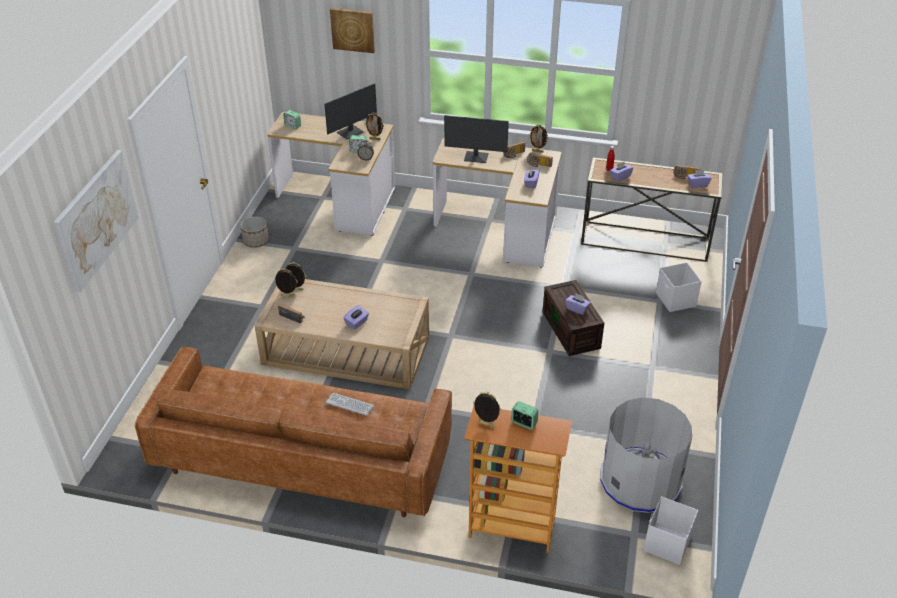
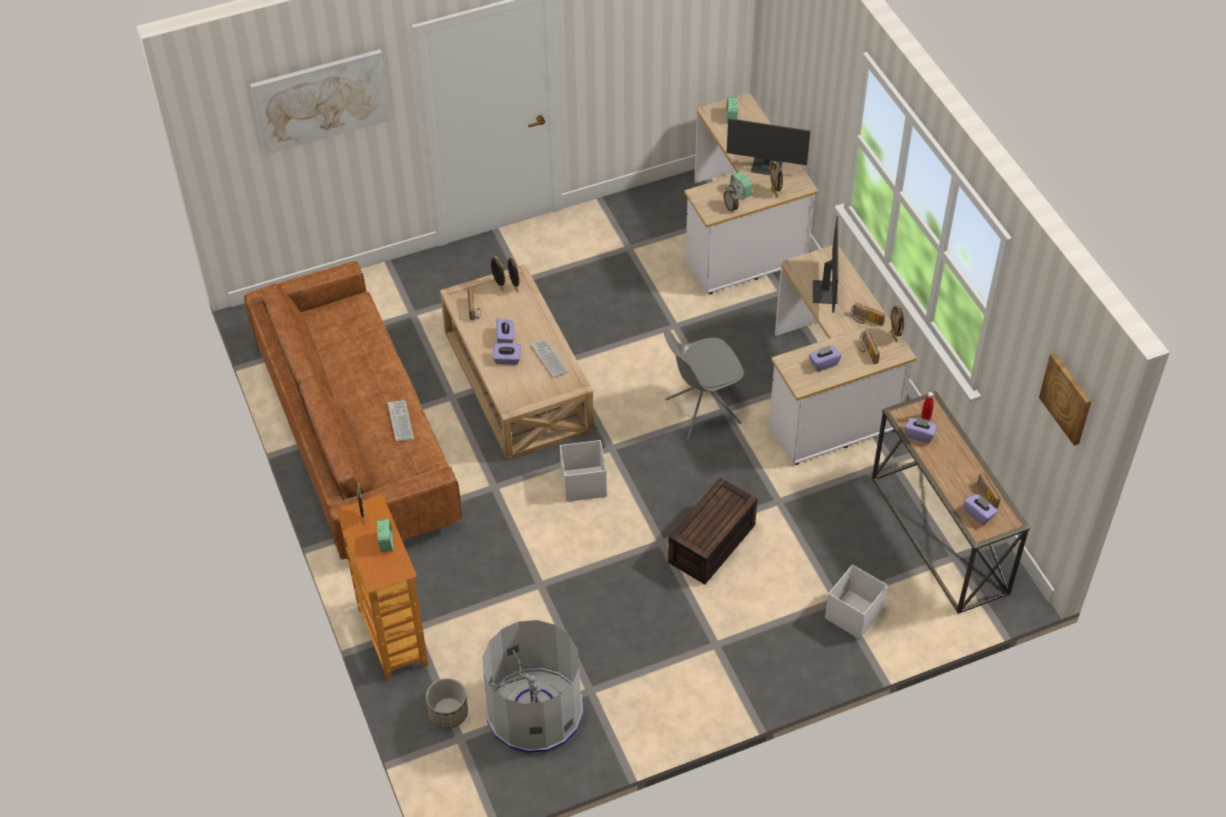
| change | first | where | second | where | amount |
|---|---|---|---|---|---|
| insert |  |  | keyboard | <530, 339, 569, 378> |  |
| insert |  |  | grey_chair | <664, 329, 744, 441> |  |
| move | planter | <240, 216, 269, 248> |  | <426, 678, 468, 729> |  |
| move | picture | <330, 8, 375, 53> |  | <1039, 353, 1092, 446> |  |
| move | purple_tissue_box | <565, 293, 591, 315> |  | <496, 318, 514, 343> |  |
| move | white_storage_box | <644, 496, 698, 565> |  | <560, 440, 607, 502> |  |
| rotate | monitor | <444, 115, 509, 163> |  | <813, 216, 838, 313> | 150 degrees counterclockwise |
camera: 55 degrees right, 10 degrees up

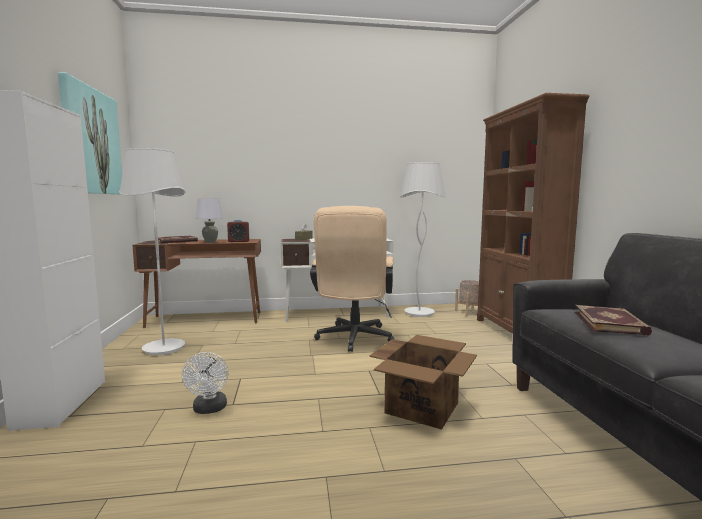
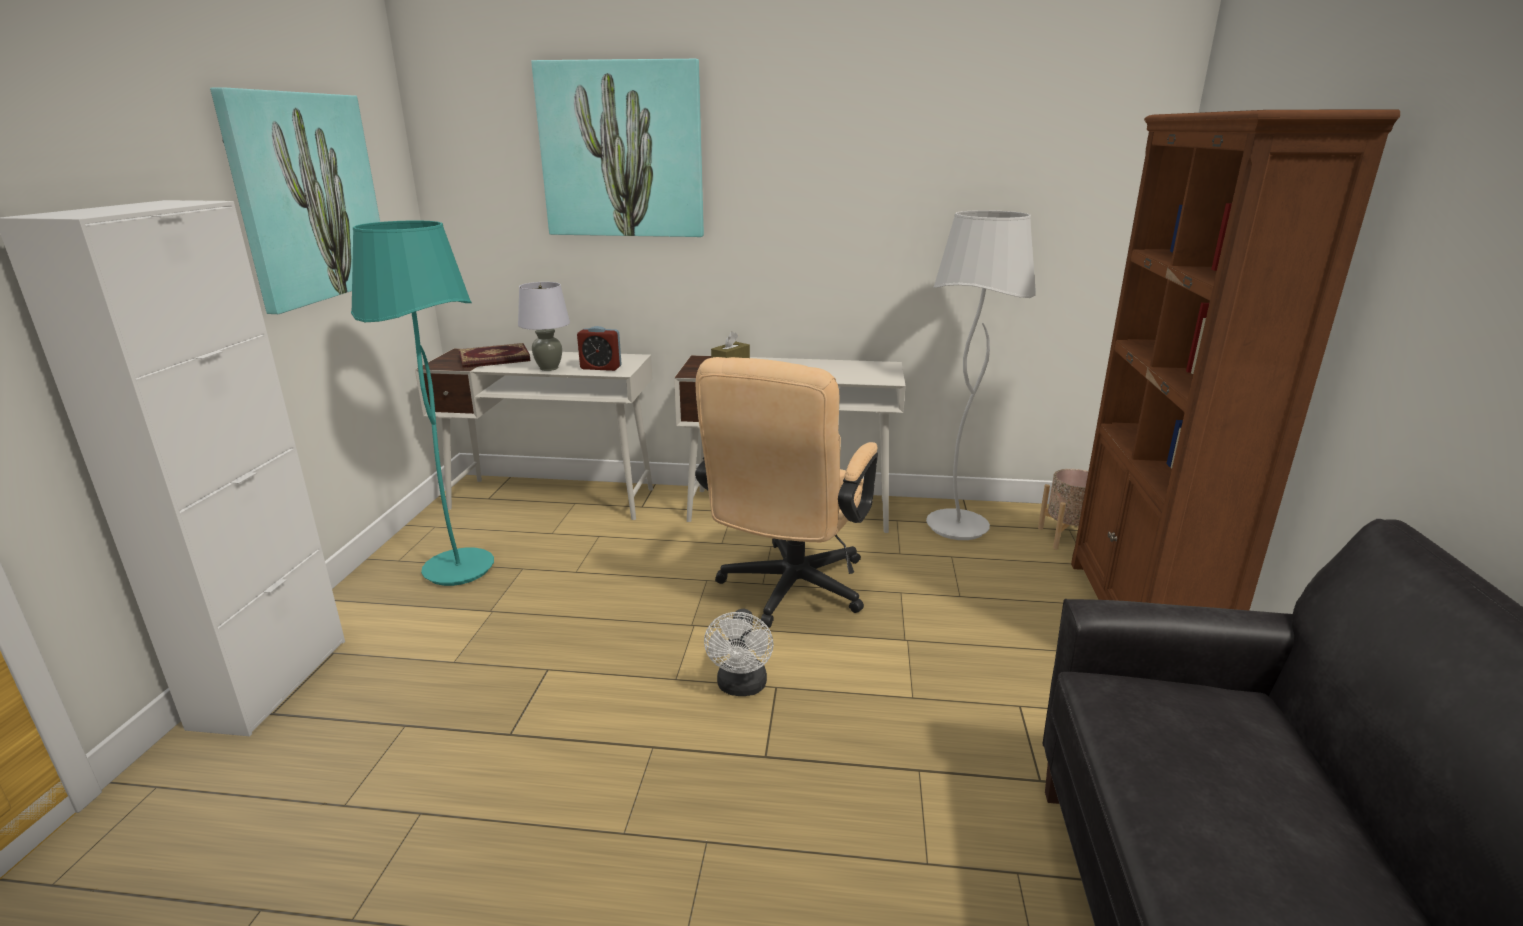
| change | first | where | second | where | amount |
|---|---|---|---|---|---|
| delete | cardboard_box | <370, 335, 477, 430> |  |  |  |
| delete | book | <575, 305, 652, 336> |  |  |  |
| insert |  |  | picture | <531, 59, 704, 237> |  |
| move | white_fan | <182, 352, 229, 414> |  | <704, 609, 774, 696> |  |
| recolor | white_floor_lamp | <119, 148, 185, 355> | turquoise_floor_lamp | <351, 221, 494, 586> |  |
| recolor | brown_desk | <132, 239, 261, 328> | white_desk | <415, 348, 653, 520> |  |
camera: 15 degrees right, 15 degrees up

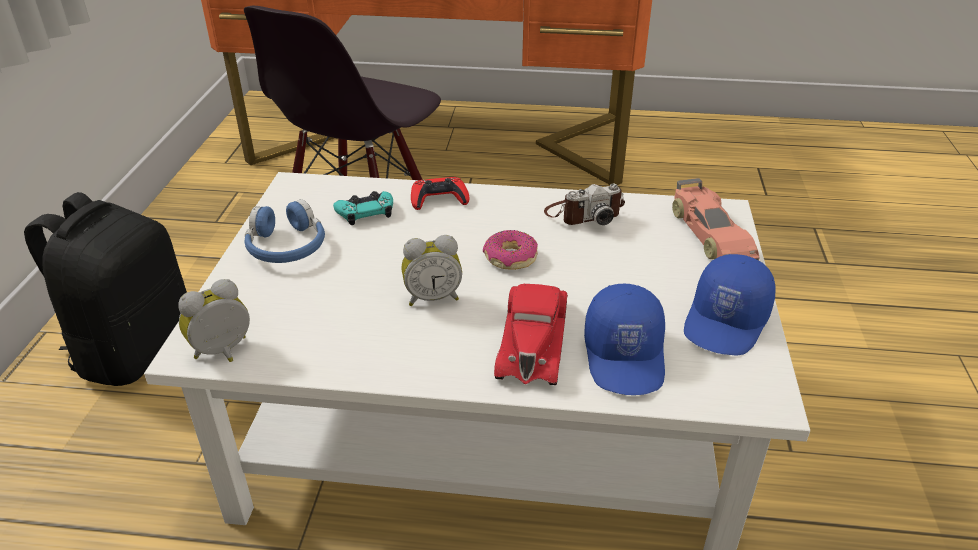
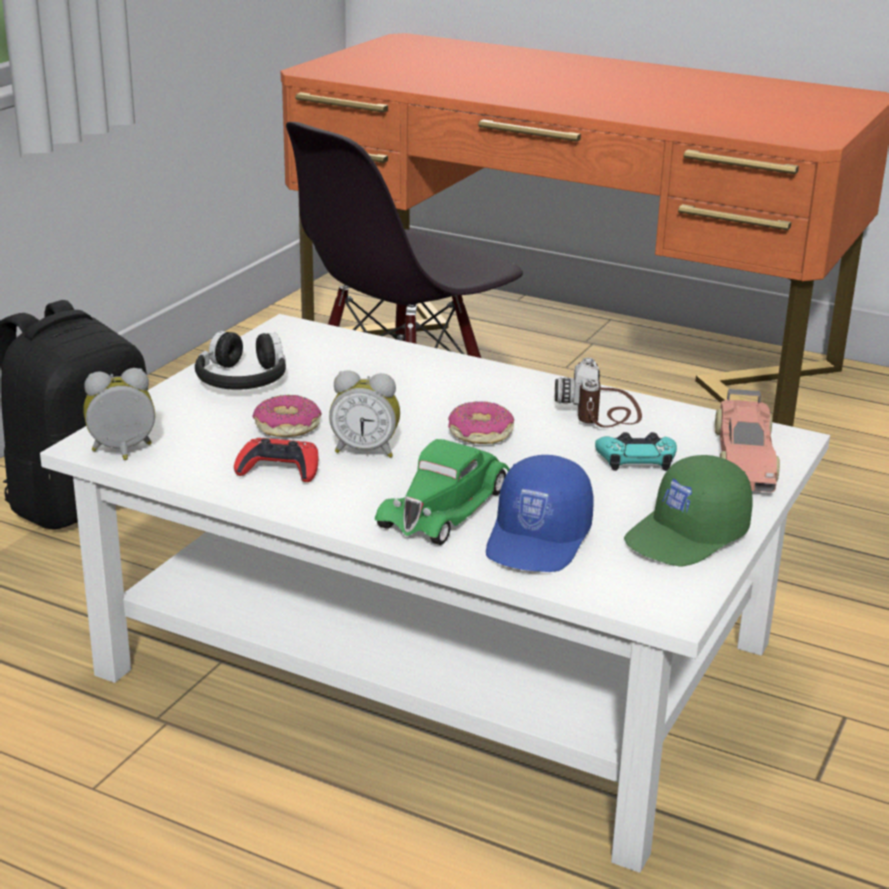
| change | first | where | second | where | amount |
|---|---|---|---|---|---|
| insert |  |  | donut | <253, 395, 322, 437> |  |
| move | turquoise_game_controller | <333, 191, 393, 225> |  | <595, 432, 677, 471> |  |
| move | red_game_controller | <411, 177, 470, 210> |  | <234, 438, 318, 482> |  |
| recolor | blue_headphones | <245, 199, 325, 263> | black_headphones | <195, 331, 286, 390> |  |
| recolor | red_toy_car | <494, 284, 568, 385> | green_toy_car | <375, 439, 510, 545> |  |
| recolor | blue_cap | <684, 254, 775, 356> | green_cap | <624, 455, 753, 566> |  |
| rotate | photo_camera | <544, 184, 625, 225> |  | <555, 358, 642, 428> | 90 degrees clockwise |
camera: 20 degrees right, 10 degrees down

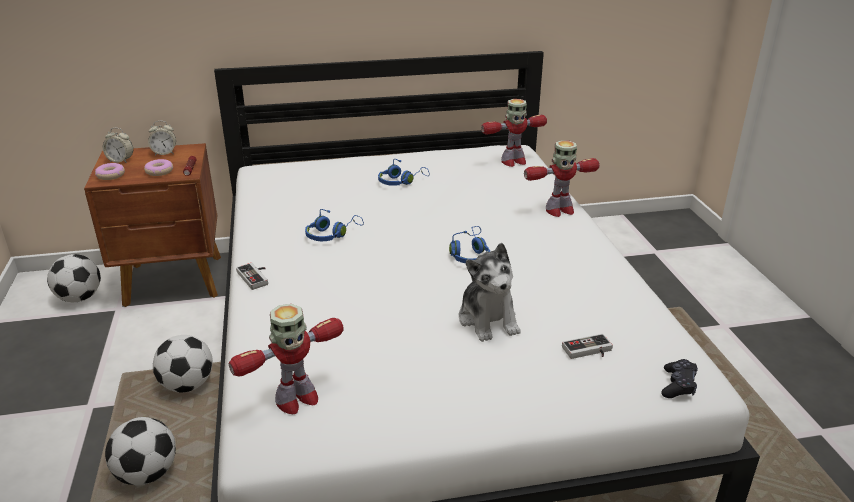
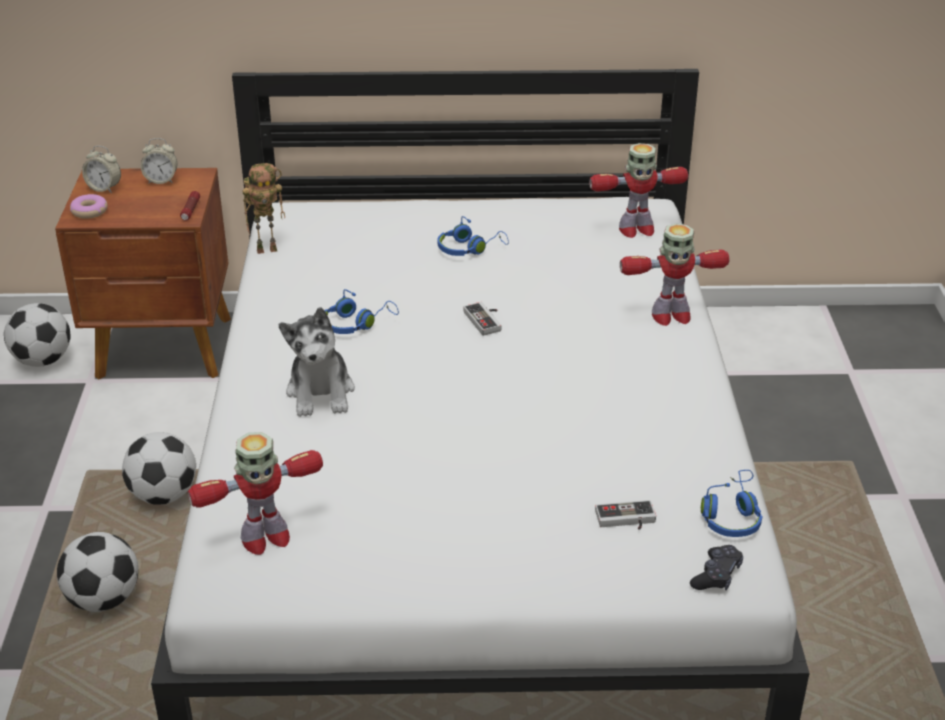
| change | first | where | second | where | amount |
|---|---|---|---|---|---|
| delete | donut | <144, 159, 173, 176> |  |  |  |
| insert |  |  | toy_robot | <243, 163, 285, 254> |  |
| move | game_controller | <236, 263, 268, 290> |  | <463, 302, 501, 336> |  |
| move | blue_headphones | <449, 226, 490, 263> |  | <701, 470, 763, 537> |  |
| move | plush_toy | <459, 243, 520, 342> |  | <279, 307, 355, 417> |  |
camera: 10 degrees right, 5 degrees up

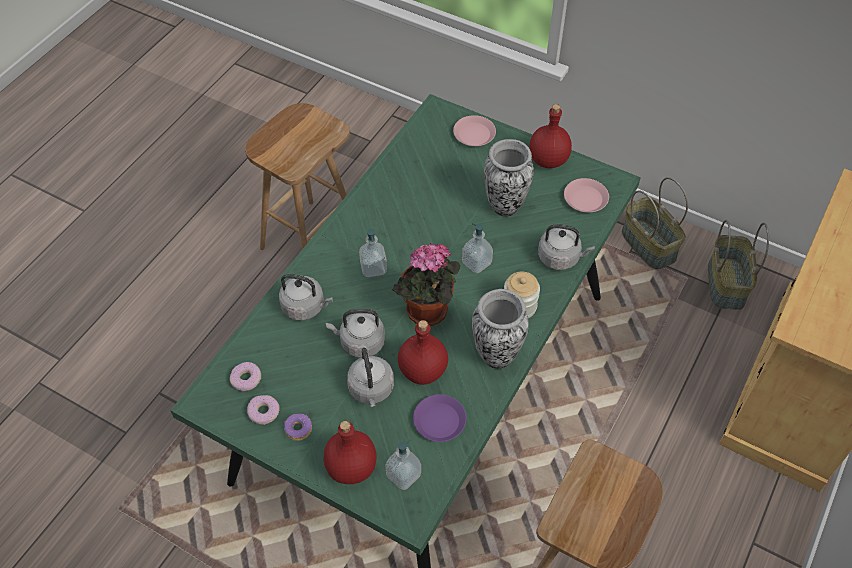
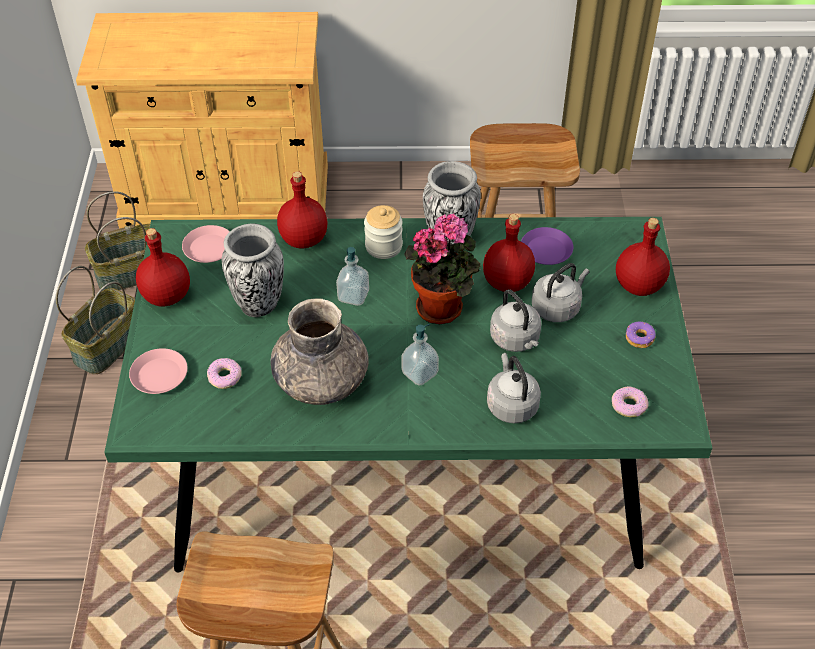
| change | first | where | second | where | amount |
|---|---|---|---|---|---|
| delete | soap_dispenser | <385, 439, 421, 490> |  |  |  |
| insert |  |  | grey_vase | <270, 298, 369, 405> |  |
| move | donut | <247, 395, 280, 425> |  | <207, 358, 242, 389> |  |
| replace | grey_kettle | <538, 224, 595, 270> | red_bottle | <277, 171, 327, 248> |  |
camera: 120 degrees left, 5 degrees down

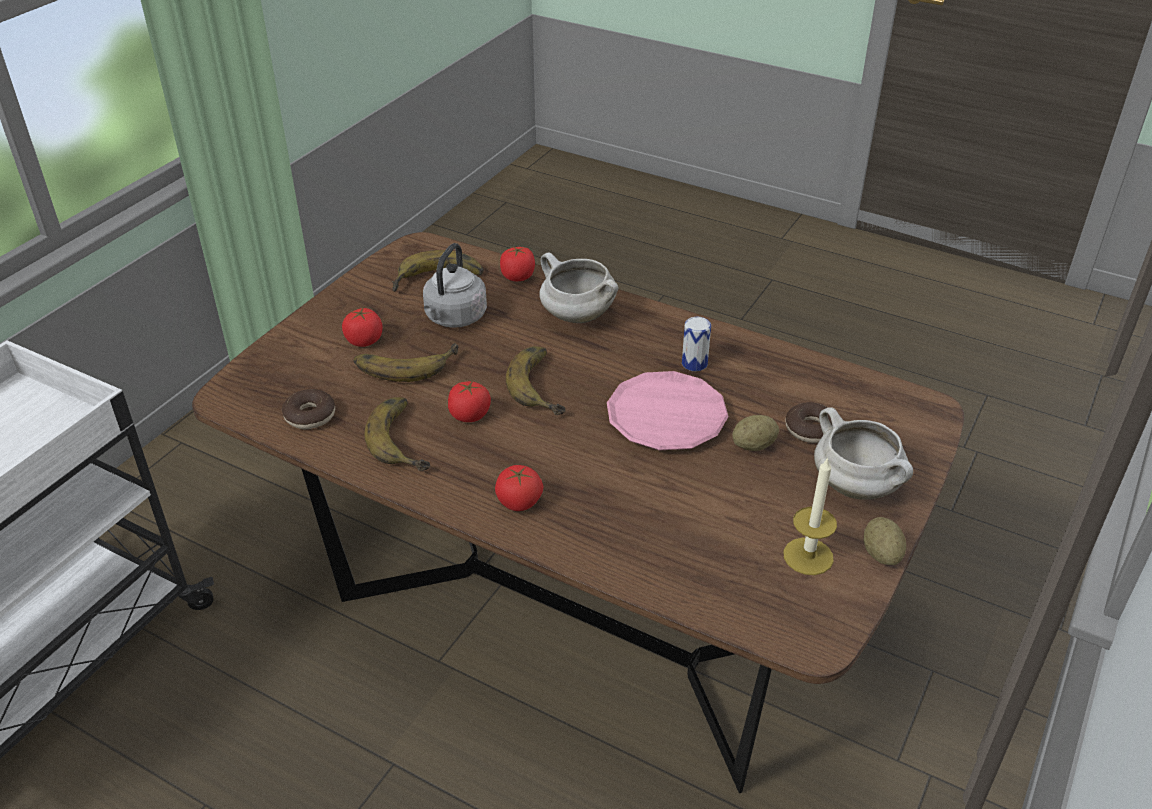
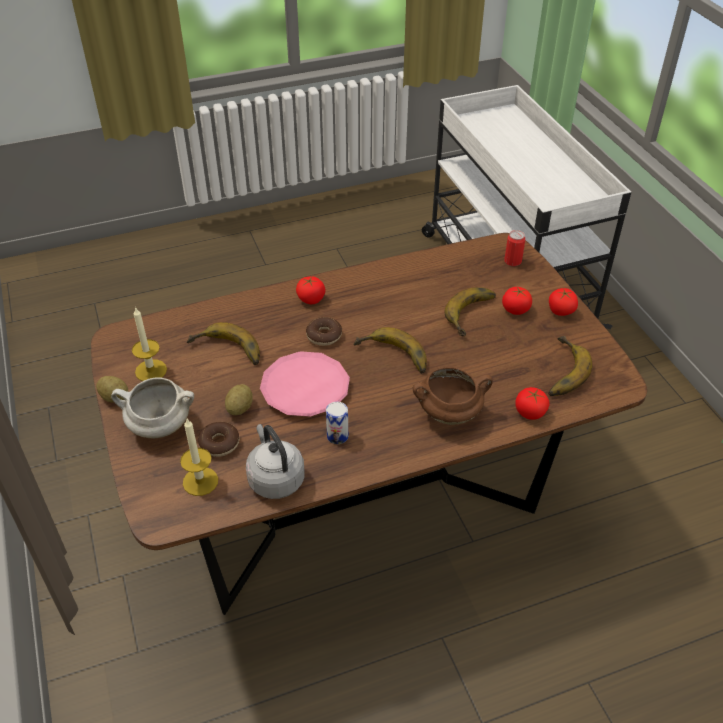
| change | first | where | second | where | amount |
|---|---|---|---|---|---|
| insert |  |  | candle | <180, 419, 218, 496> |  |
| insert |  |  | can | <504, 230, 525, 266> |  |
| move | donut | <282, 389, 335, 429> |  | <306, 317, 342, 346> |  |
| move | banana | <364, 397, 430, 471> |  | <187, 322, 260, 365> |  |
| move | grey_kettle | <423, 243, 487, 328> |  | <246, 424, 305, 499> |  |
| move | tomato | <448, 381, 491, 422> |  | <549, 288, 578, 316> |  |
| recolor | white_cooking_pot | <539, 252, 618, 323> | brown_cooking_pot | <413, 367, 493, 425> |  |
camera: 130 degrees right, 5 degrees up

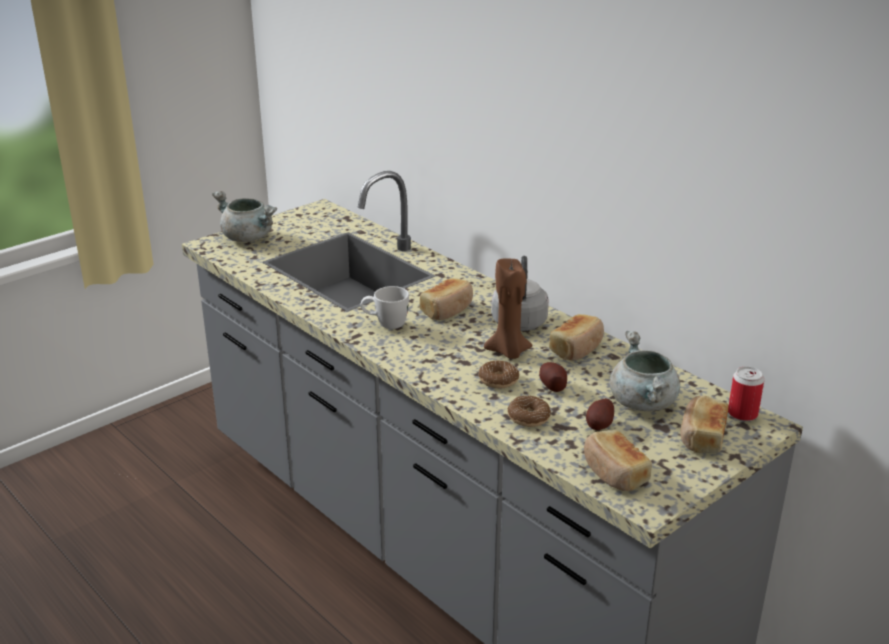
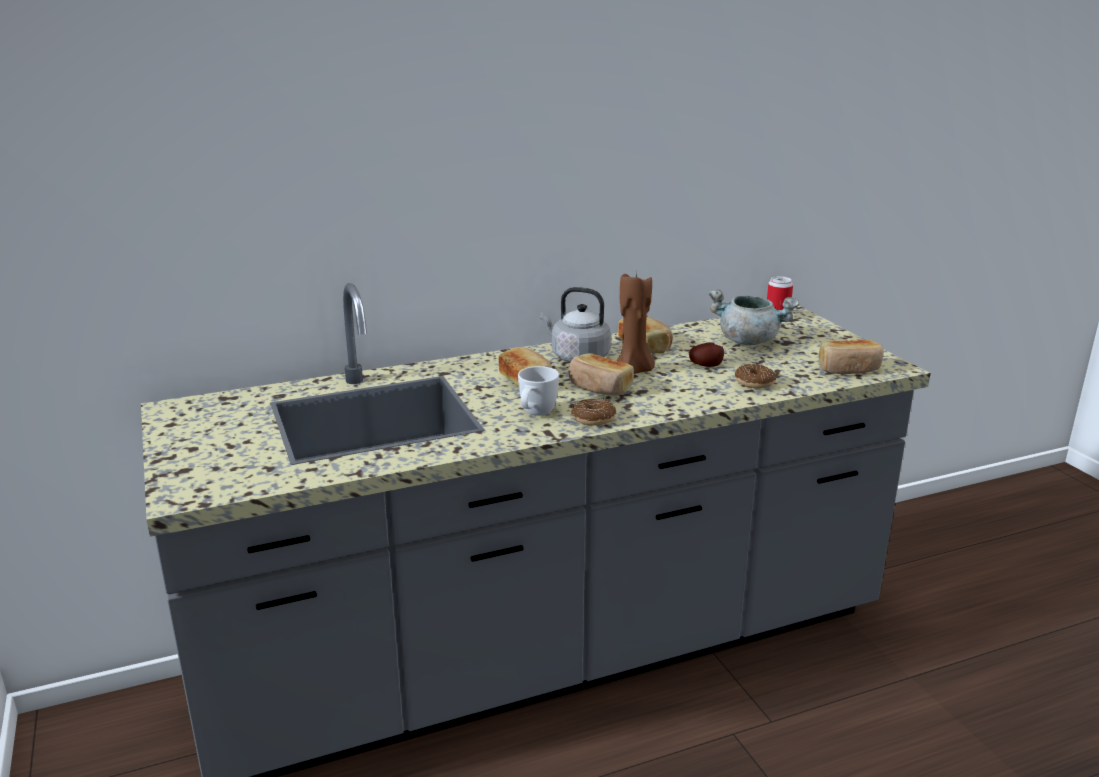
| change | first | where | second | where | amount |
|---|---|---|---|---|---|
| delete | grey_cooking_pot | <212, 191, 277, 242> |  |  |  |
| delete | potato | <586, 398, 614, 430> |  |  |  |
| move | donut | <479, 360, 519, 388> |  | <571, 399, 616, 426> |  |
| move | bread | <680, 396, 728, 453> |  | <568, 353, 634, 395> |  |
camera: 70 degrees left, 5 degrees down

